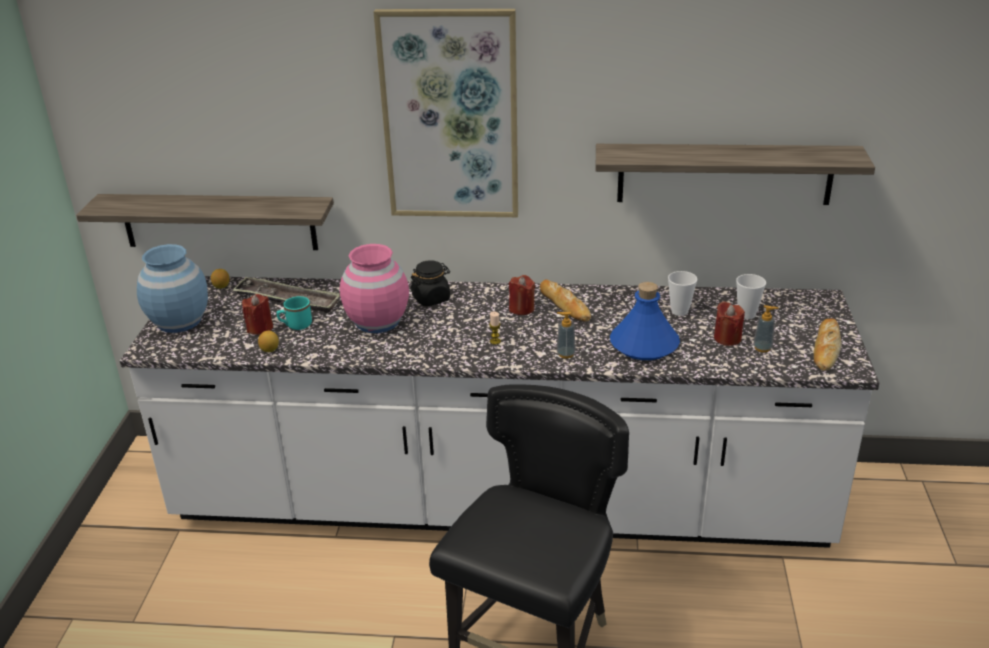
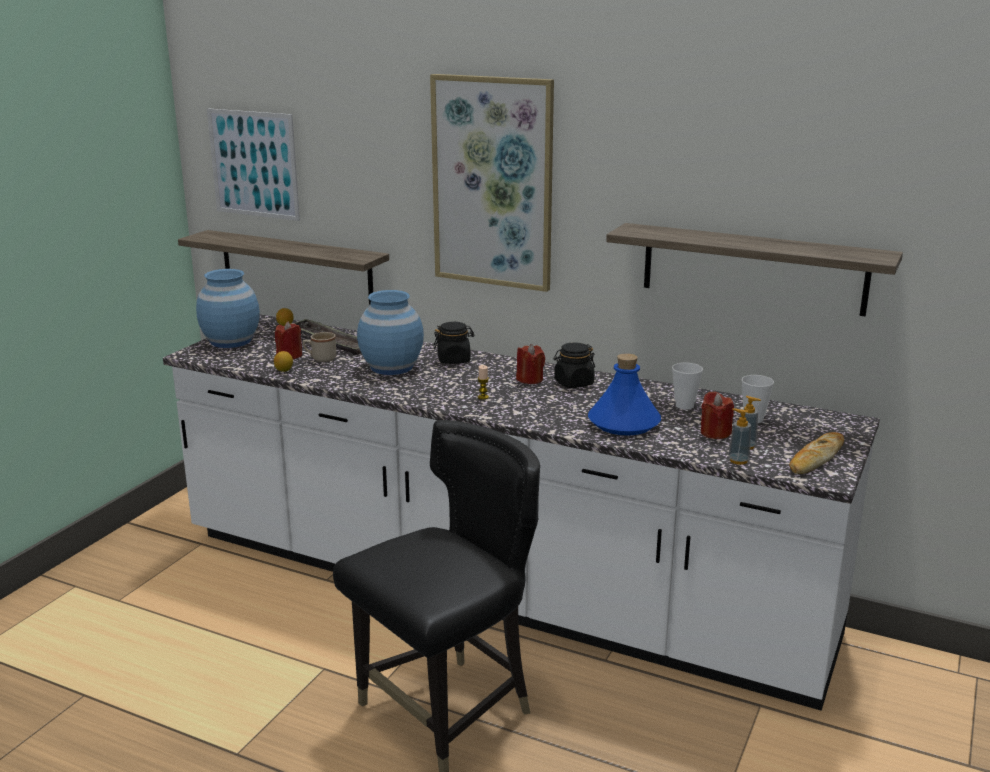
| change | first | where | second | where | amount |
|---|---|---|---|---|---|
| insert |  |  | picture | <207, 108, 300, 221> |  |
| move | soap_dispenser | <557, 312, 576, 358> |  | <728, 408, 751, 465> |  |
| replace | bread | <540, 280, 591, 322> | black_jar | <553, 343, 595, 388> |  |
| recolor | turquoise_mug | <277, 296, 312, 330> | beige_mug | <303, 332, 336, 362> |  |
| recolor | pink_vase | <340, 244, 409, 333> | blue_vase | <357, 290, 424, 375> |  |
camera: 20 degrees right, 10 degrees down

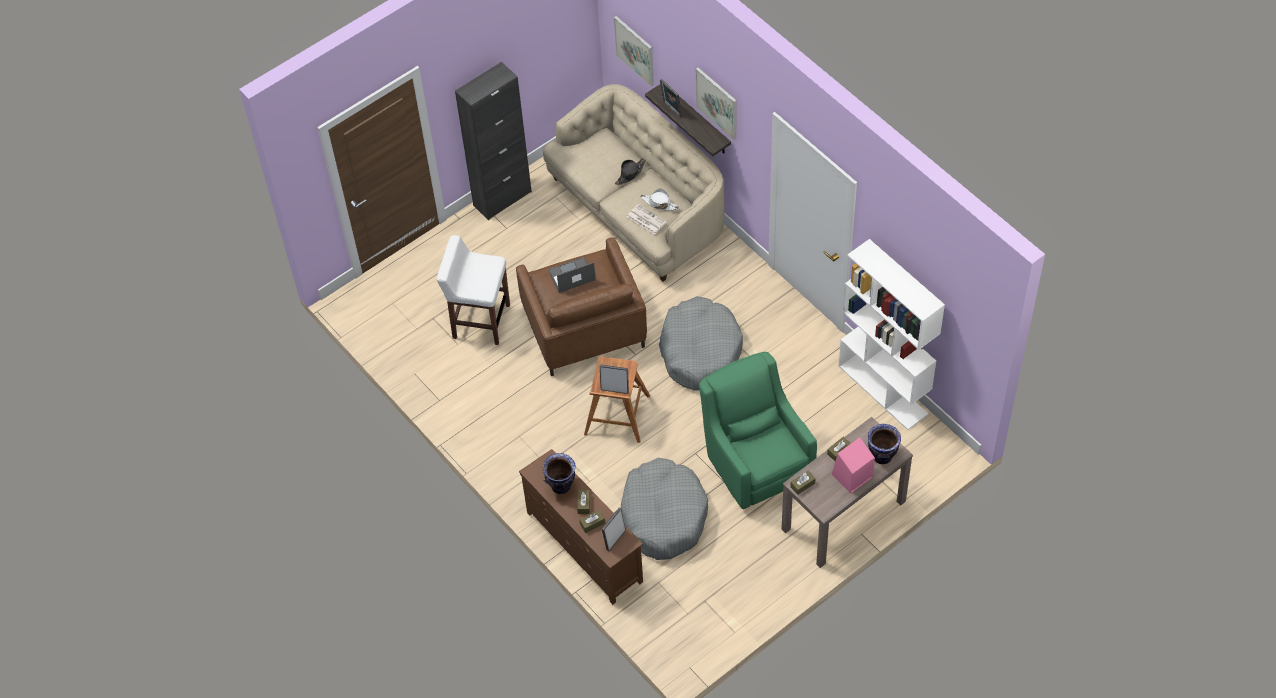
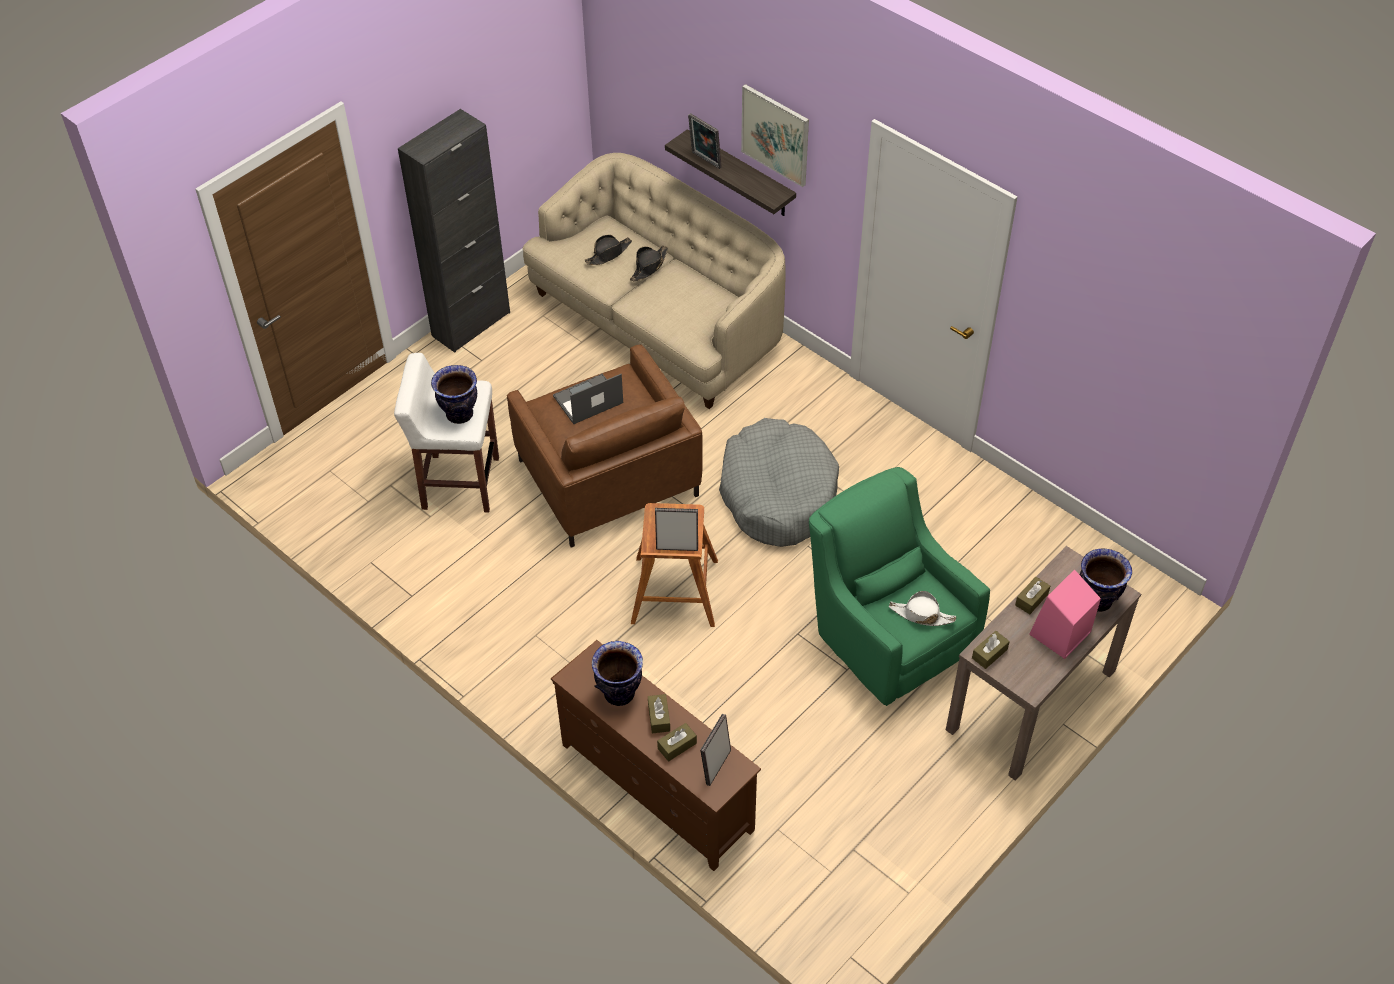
| change | first | where | second | where | amount |
|---|---|---|---|---|---|
| delete | picture | <614, 16, 654, 86> |  |  |  |
| delete | grey_dog_bed | <620, 458, 708, 560> |  |  |  |
| delete | newspaper | <627, 204, 667, 234> |  |  |  |
| delete | white_bookcase | <838, 239, 945, 430> |  |  |  |
| insert |  |  | vase | <431, 365, 477, 424> |  |
| insert |  |  | black_hat | <585, 235, 632, 265> |  |
| move | white_hat | <641, 189, 679, 211> |  | <889, 591, 956, 626> |  |
camera: 10 degrees left, 5 degrees down

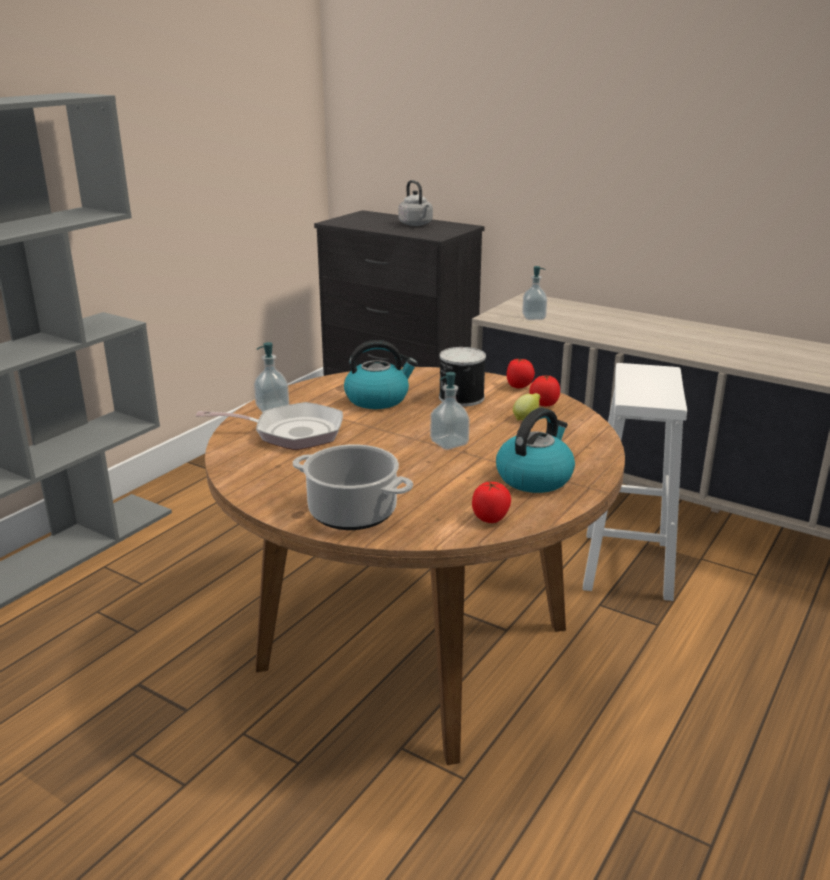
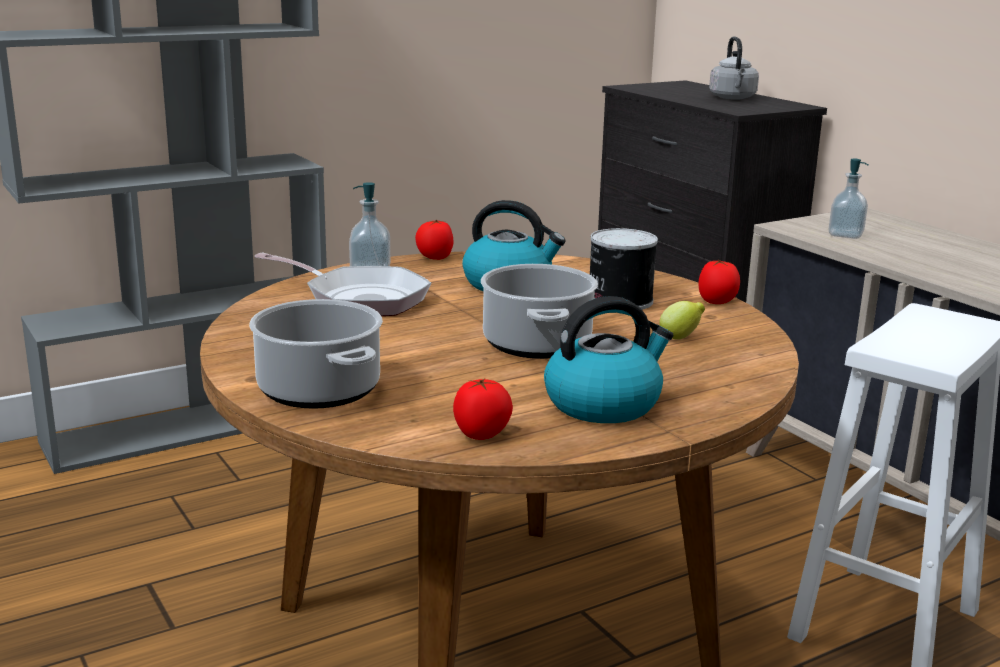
| change | first | where | second | where | amount |
|---|---|---|---|---|---|
| move | tomato | <529, 375, 560, 406> |  | <415, 220, 453, 260> |  |
| replace | soap_dispenser | <430, 372, 470, 450> | cooking_pot | <481, 264, 598, 359> |  |
camera: 25 degrees right, 5 degrees down

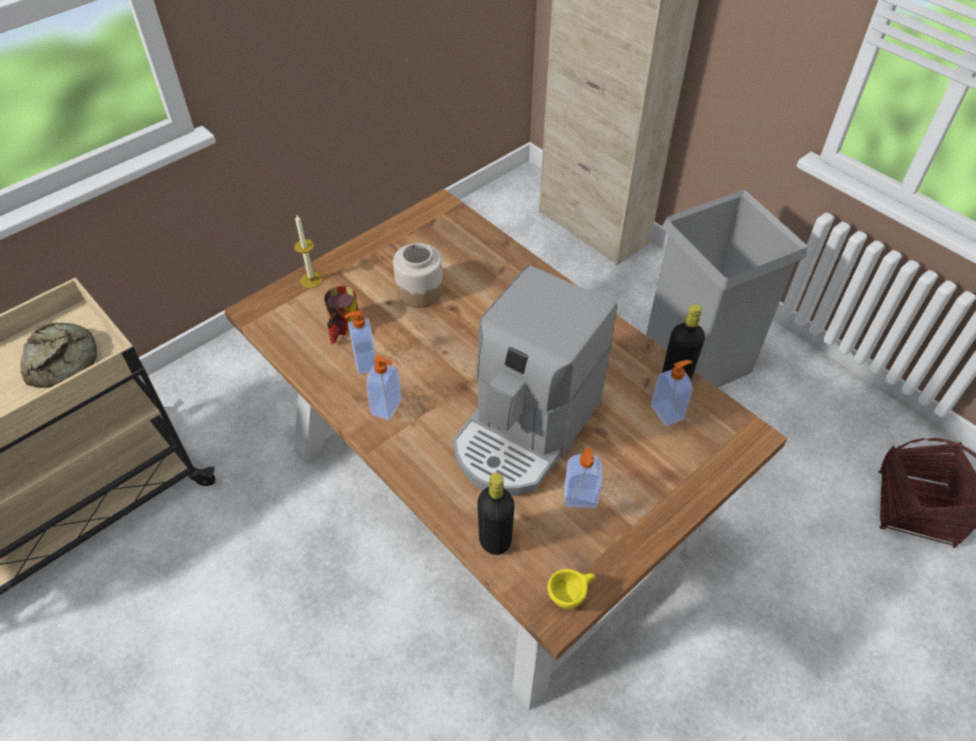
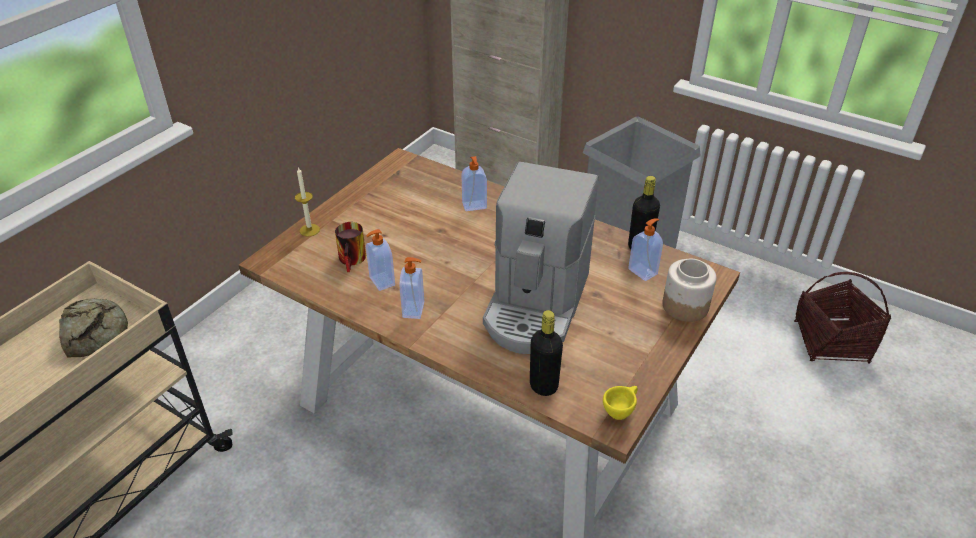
| change | first | where | second | where | amount |
|---|---|---|---|---|---|
| move | jar | <393, 243, 443, 308> |  | <662, 259, 716, 322> |  |
| move | soap_dispenser | <564, 448, 602, 508> |  | <461, 156, 487, 211> |  |
camera: 15 degrees left, 10 degrees down

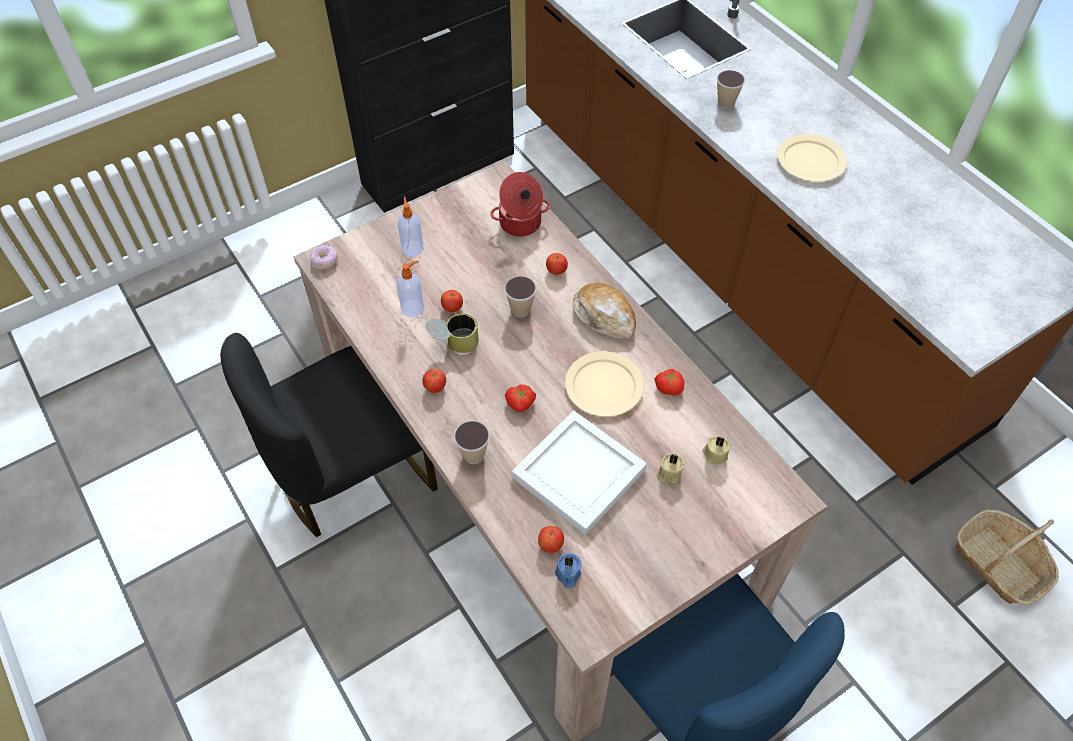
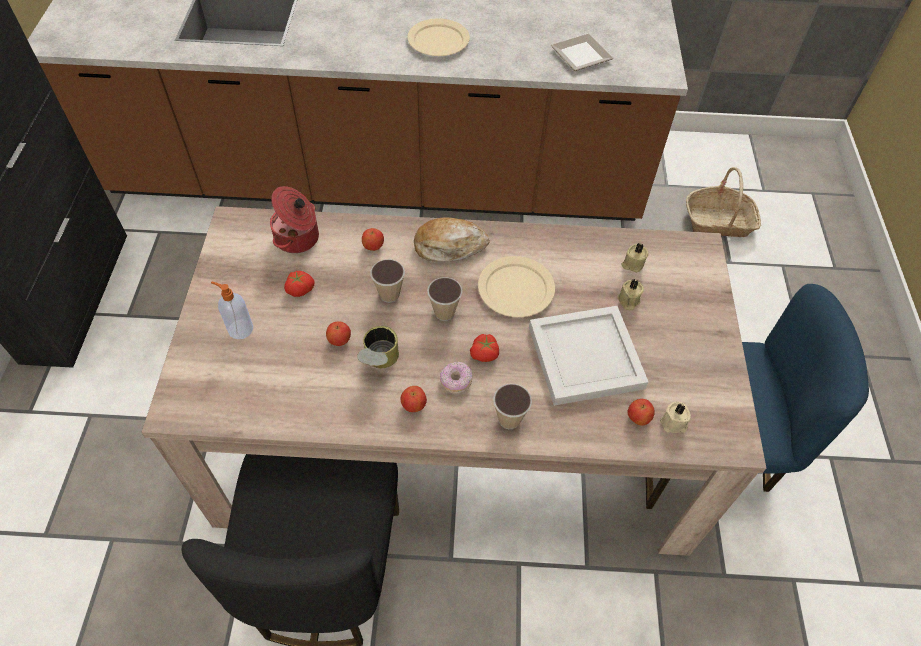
| change | first | where | second | where | amount |
|---|---|---|---|---|---|
| delete | soap_dispenser | <397, 260, 424, 317> |  |  |  |
| insert |  |  | plate | <551, 34, 613, 71> |  |
| move | donut | <310, 245, 338, 269> |  | <440, 362, 472, 394> |  |
| move | tomato | <654, 369, 684, 396> |  | <284, 271, 314, 297> |  |
| move | cup | <717, 70, 745, 109> |  | <427, 277, 462, 321> |  |
| recolor | blue_candle | <555, 553, 582, 588> | beige_candle | <660, 401, 691, 433> |  |
camera: 55 degrees left, 0 degrees up

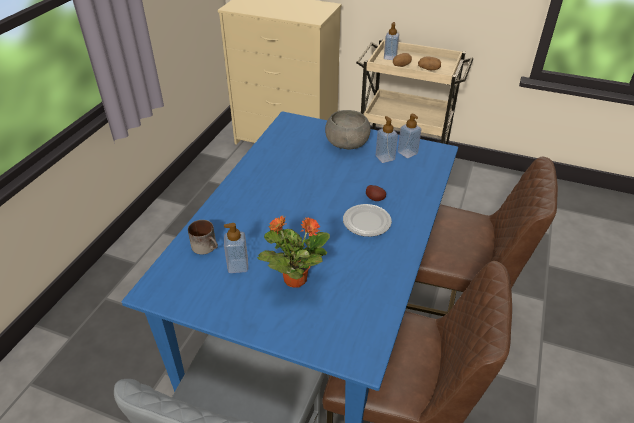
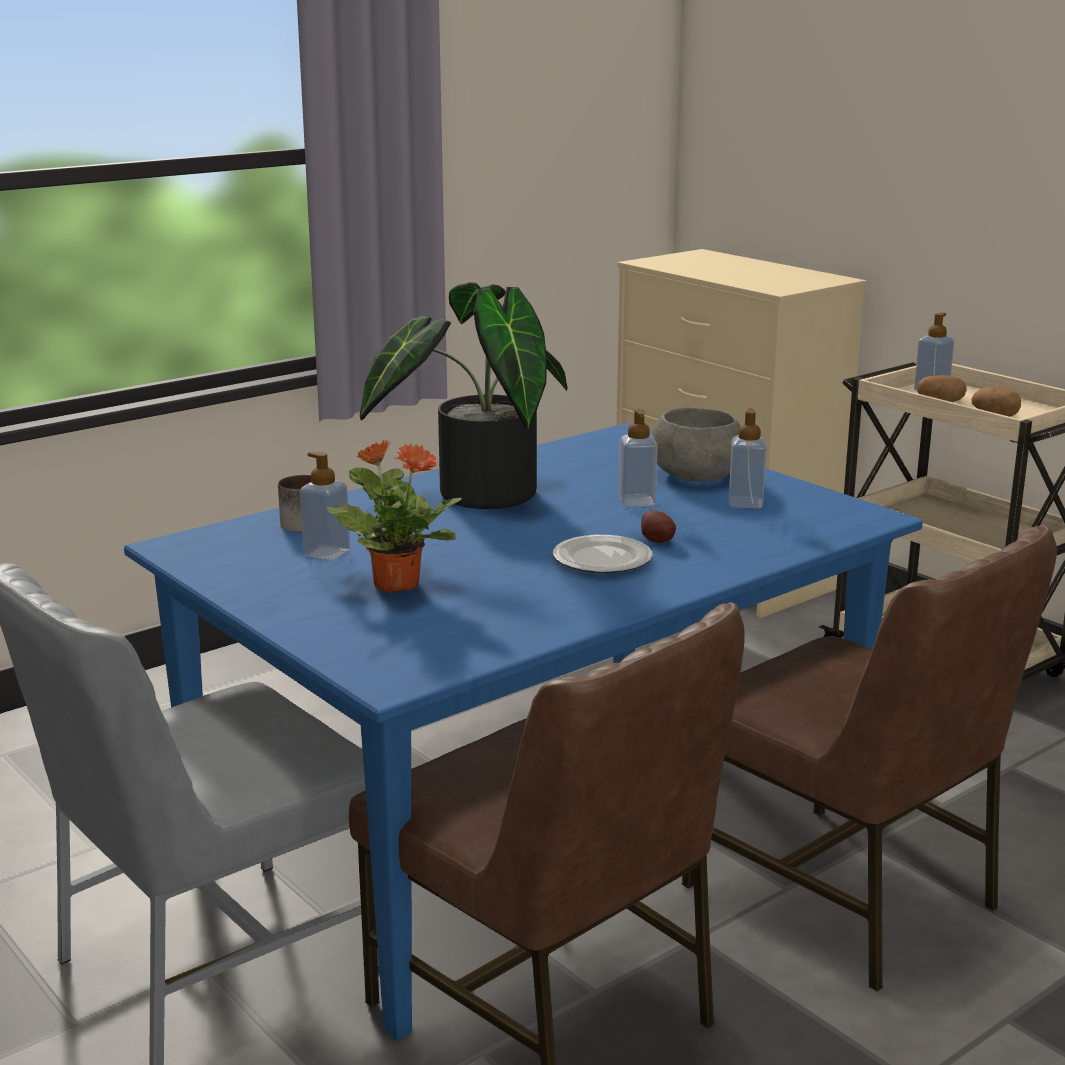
| change | first | where | second | where | amount |
|---|---|---|---|---|---|
| insert |  |  | potted_plant | <360, 282, 568, 509> |  |
| move | soap_dispenser | <398, 114, 422, 158> |  | <618, 409, 658, 507> |  |
camera: 30 degrees right, 20 degrees down

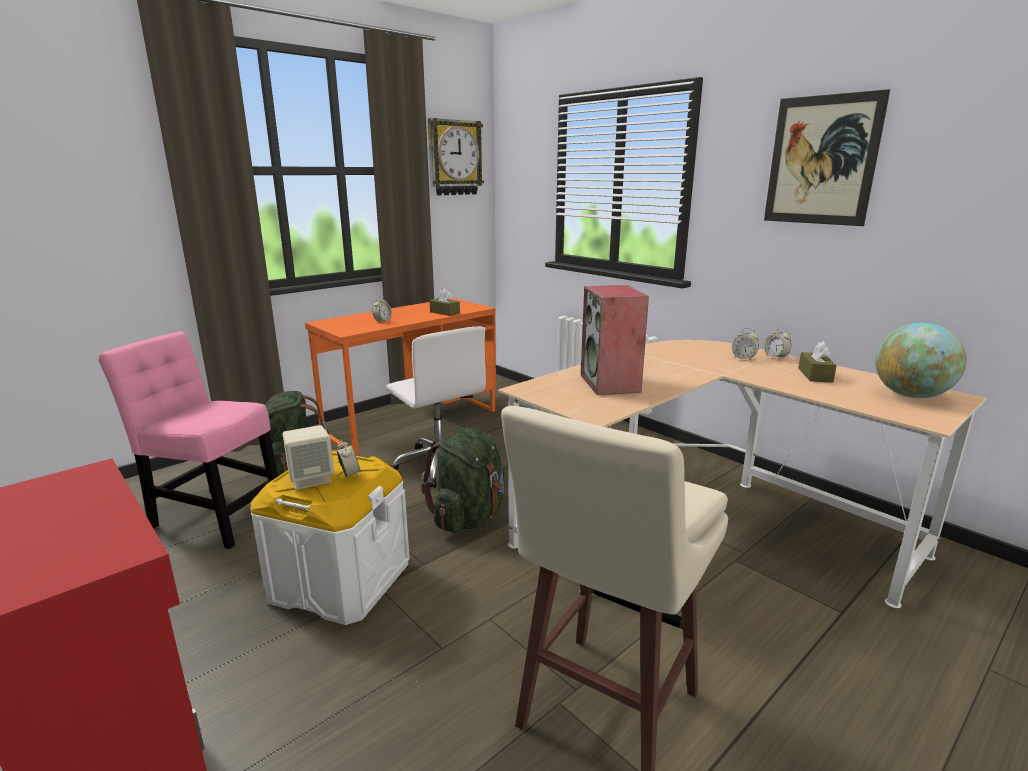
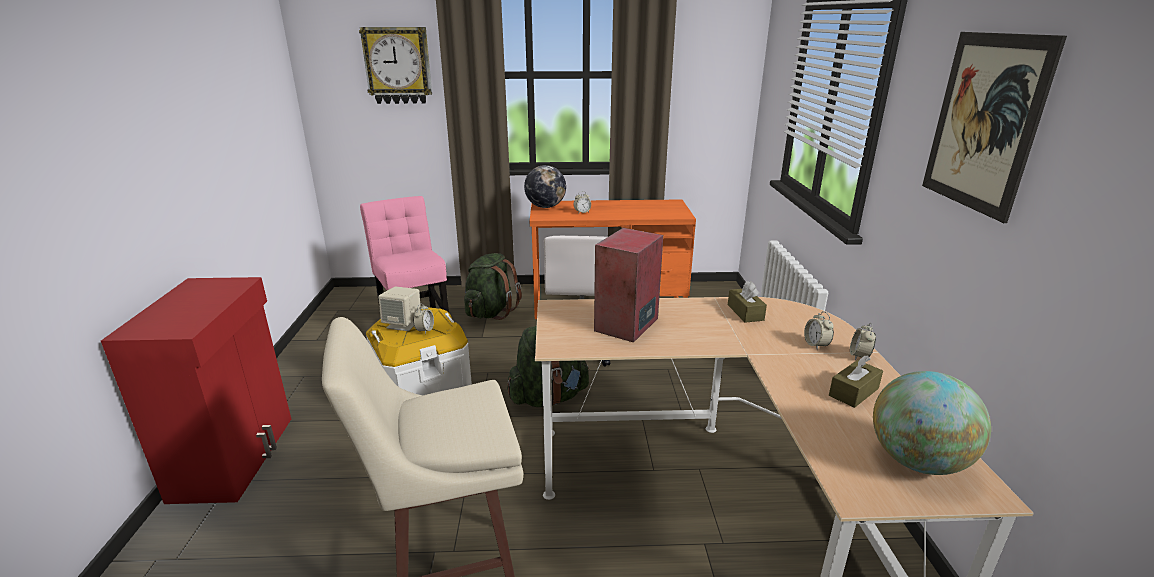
| change | first | where | second | where | amount |
|---|---|---|---|---|---|
| insert |  |  | globe | <524, 165, 566, 208> |  |
| move | wall_clock | <428, 118, 484, 196> |  | <359, 27, 432, 104> |  |
| move | brown_tissue_box | <429, 289, 460, 316> |  | <728, 281, 767, 323> |  |
camera: 40 degrees right, 5 degrees up

